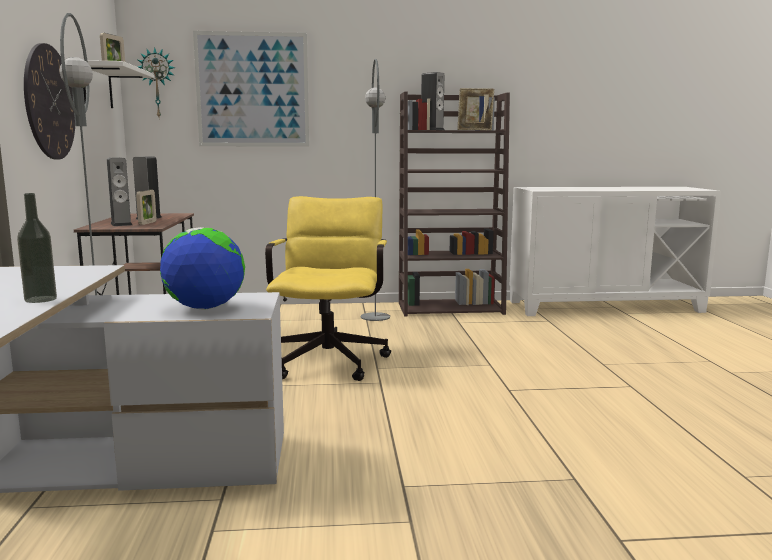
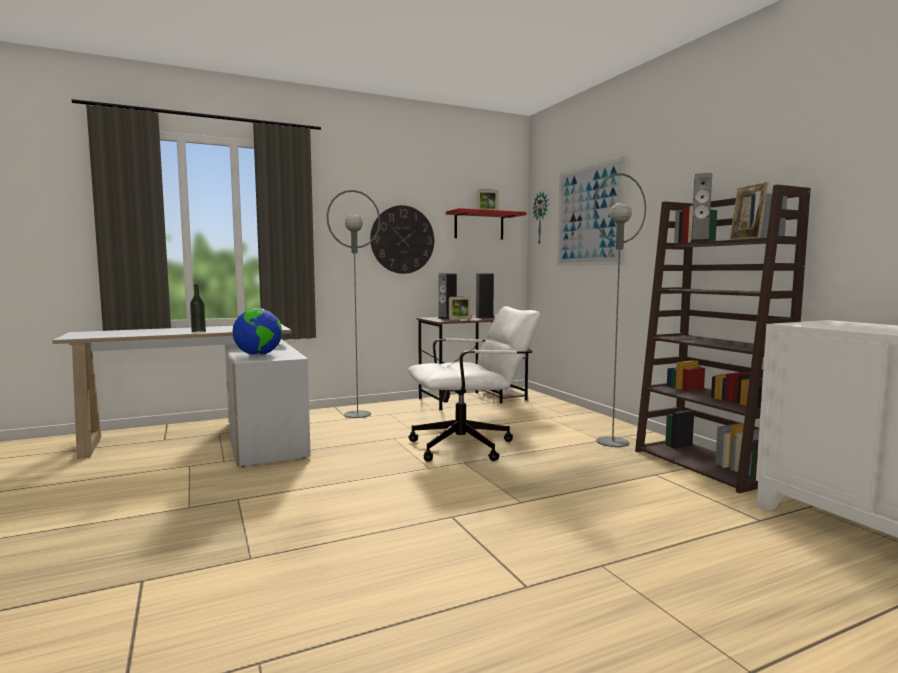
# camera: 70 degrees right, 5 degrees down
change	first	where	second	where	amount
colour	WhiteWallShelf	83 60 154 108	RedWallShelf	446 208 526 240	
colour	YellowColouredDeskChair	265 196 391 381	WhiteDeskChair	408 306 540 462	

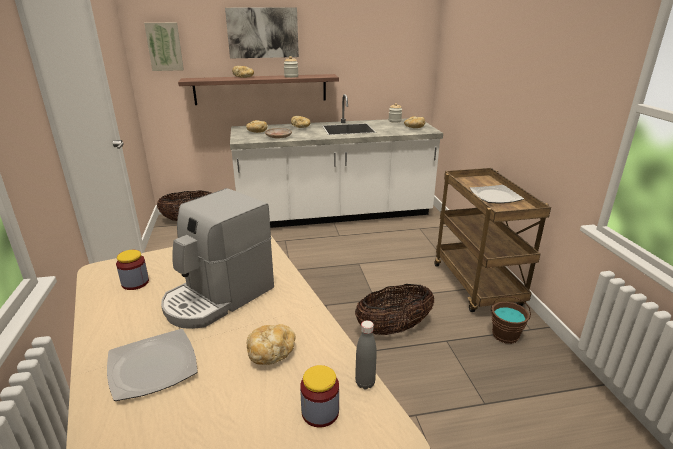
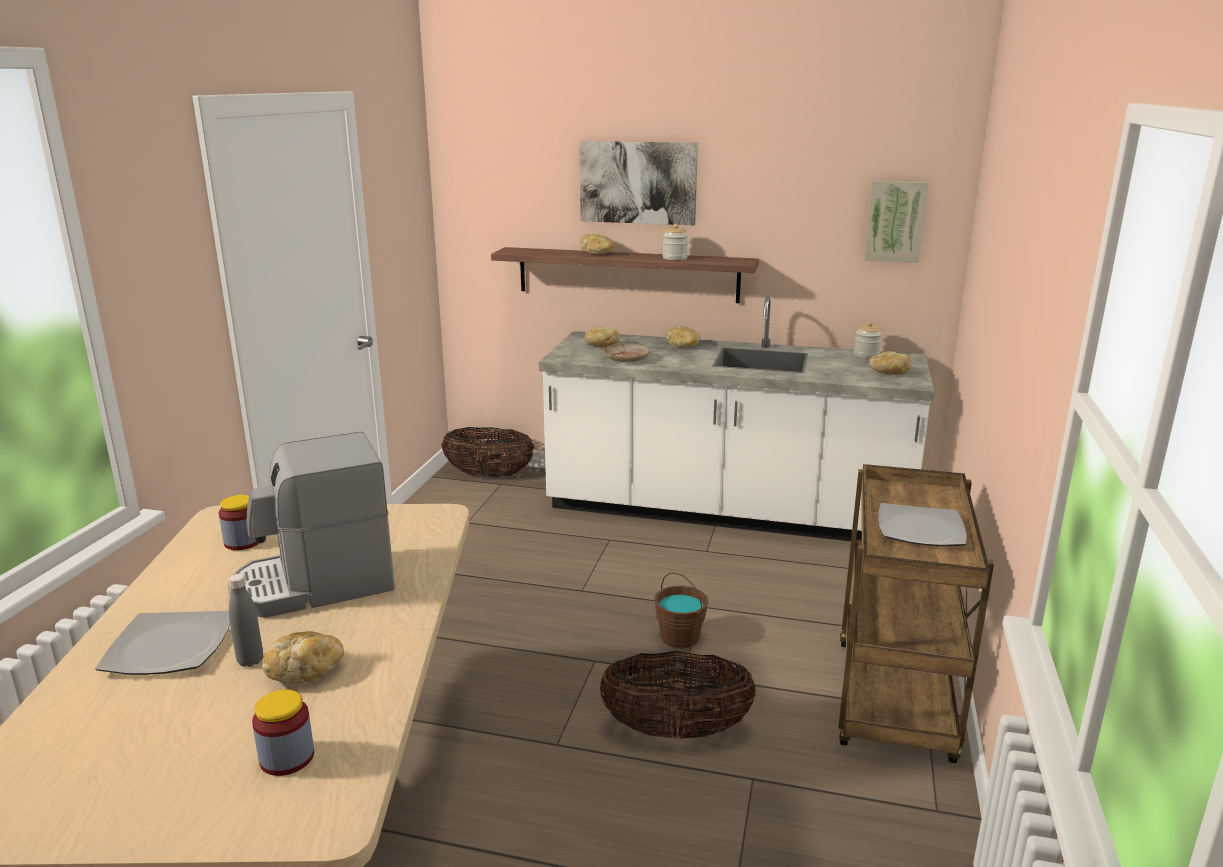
# camera: 25 degrees right, 5 degrees down
change	first	where	second	where	amount
relocated	WallArt	144 23 184 71		865 181 928 263	
relocated	GreyishDrinkBottle	355 320 377 389		228 574 263 667	
relocated	BrownBucket	491 296 531 344		654 573 708 649	

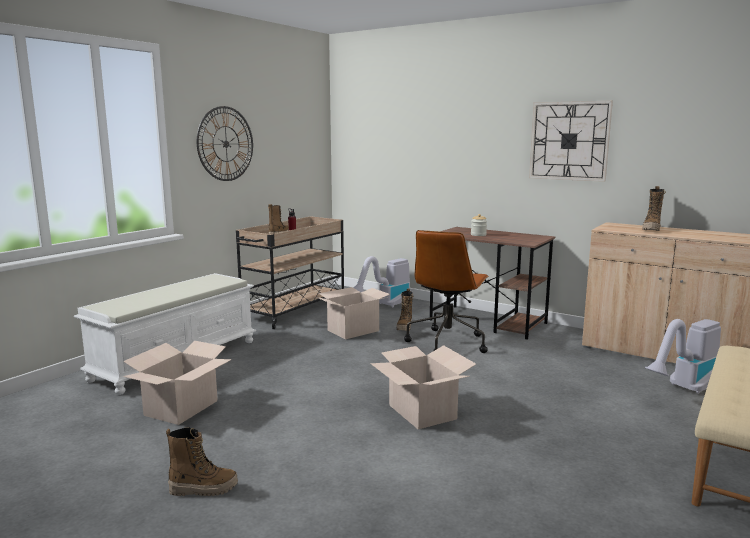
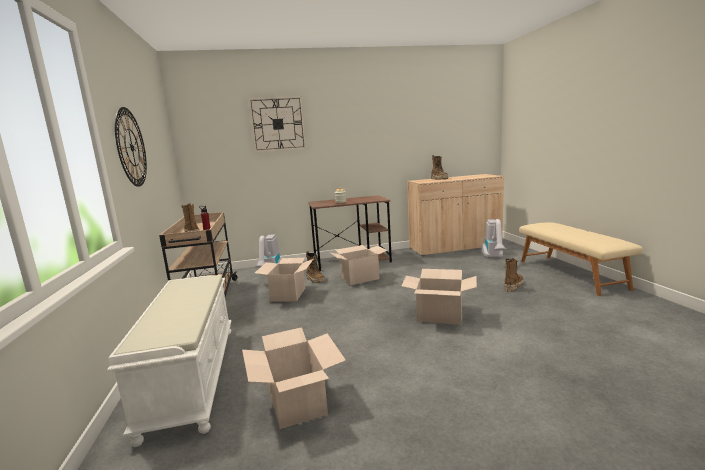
# camera: 45 degrees left, 0 degrees up
change	first	where	second	where	amount
relocated	TallBoot	166 427 238 496		504 258 523 292	
exchanged	BrownDeskChair	404 230 489 353	CardboardBox	329 245 388 285	
relocated	WallClock	529 101 613 182		248 96 306 152	

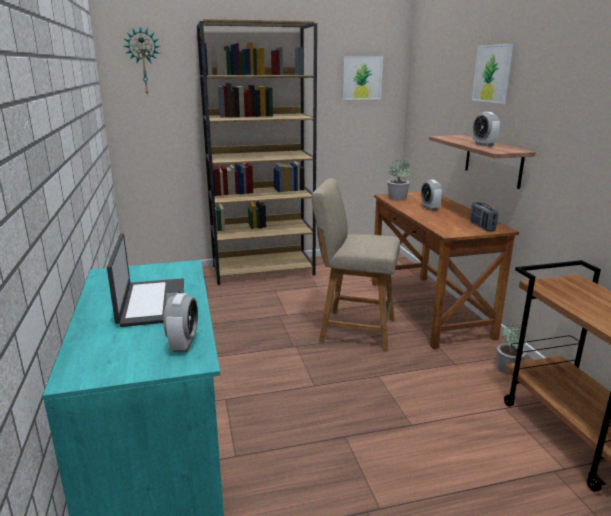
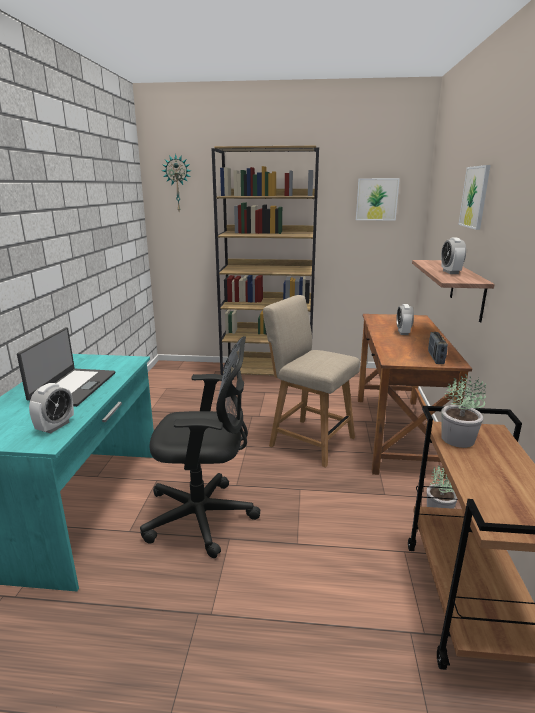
# camera: 20 degrees right, 0 degrees up
change	first	where	second	where	amount
relocated	PlantInAPot	388 159 410 200		441 374 486 448	
appeared			BlackishDeskChair	140 336 260 558	

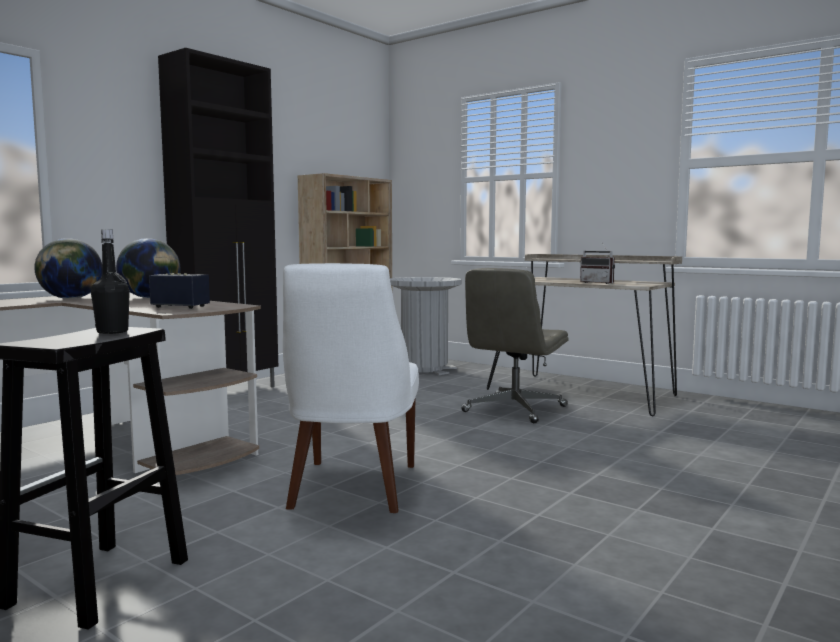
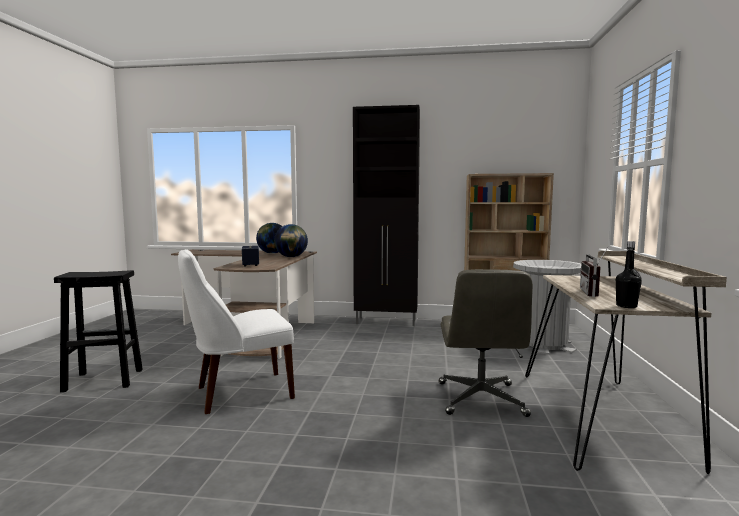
# camera: 60 degrees right, 0 degrees up
change	first	where	second	where	amount
relocated	BlackishDrinkBottle	91 229 130 334		616 241 642 308	
spun	GreyishDeskChair	461 268 569 423		439 269 533 417	90 degrees counterclockwise

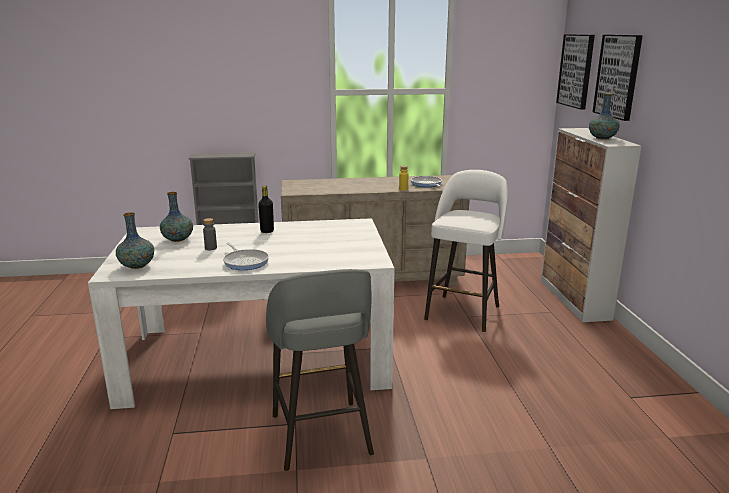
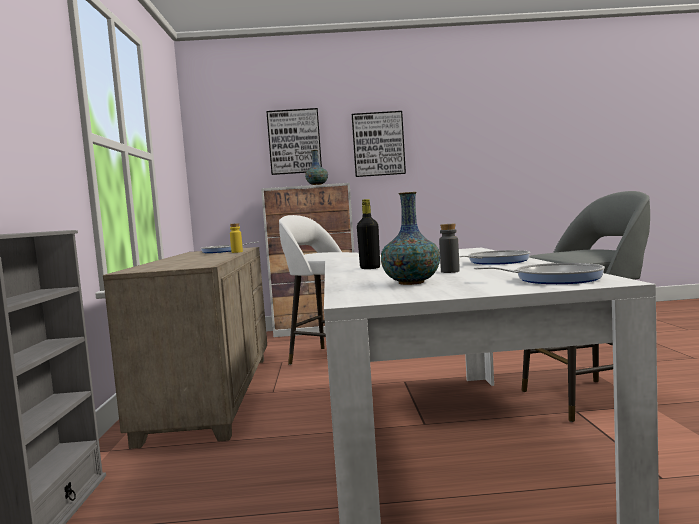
# camera: 85 degrees left, 15 degrees down
change	first	where	second	where	amount
exchanged	Vase	116 212 154 269	Skillet	474 263 605 284	
relocated	WallArt	556 34 595 109		352 111 406 177	

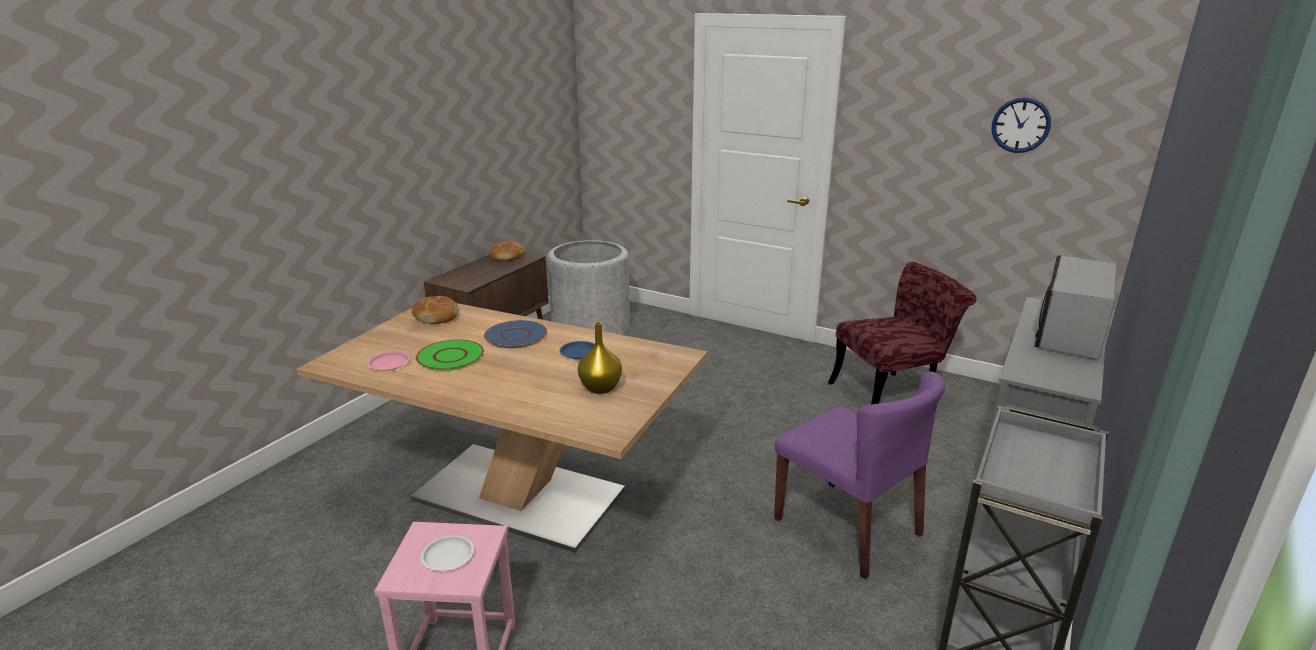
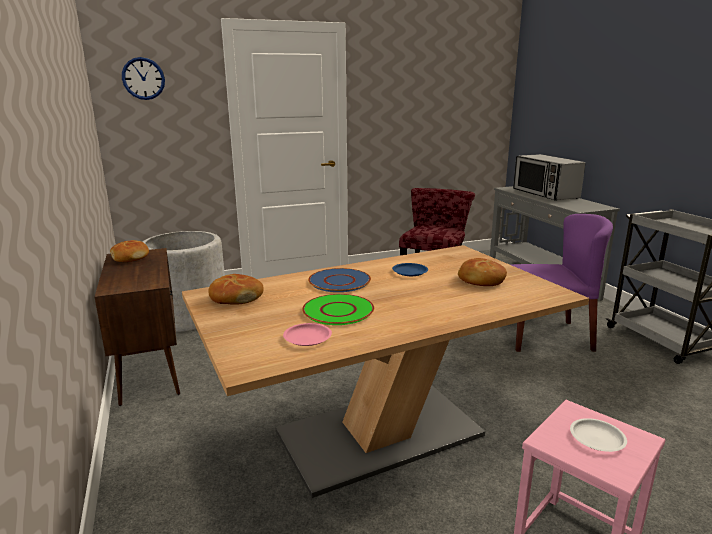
# camera: 50 degrees left, 5 degrees down
change	first	where	second	where	amount
exchanged	YellowColouredVase	578 322 622 394	Bread	458 258 507 286	
relocated	WallClock	992 97 1051 153		122 57 165 100	

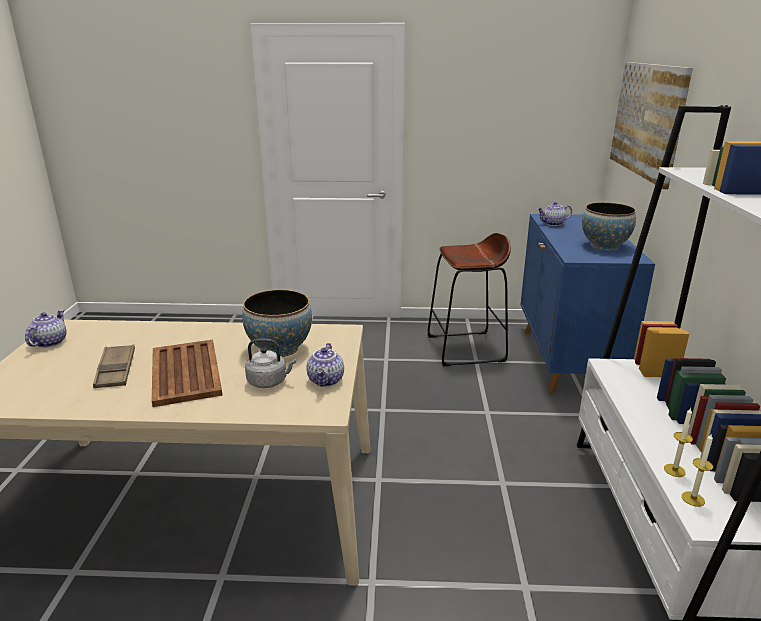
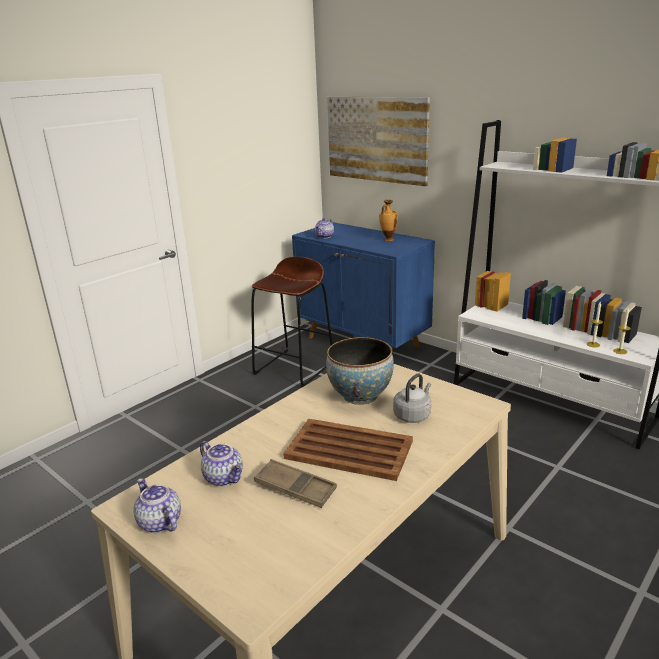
# camera: 50 degrees left, 0 degrees up
change	first	where	second	where	amount
relocated	Teapot	307 343 344 387		200 441 243 487	
exchanged	Bowl	582 202 636 250	Vase	379 200 398 241	

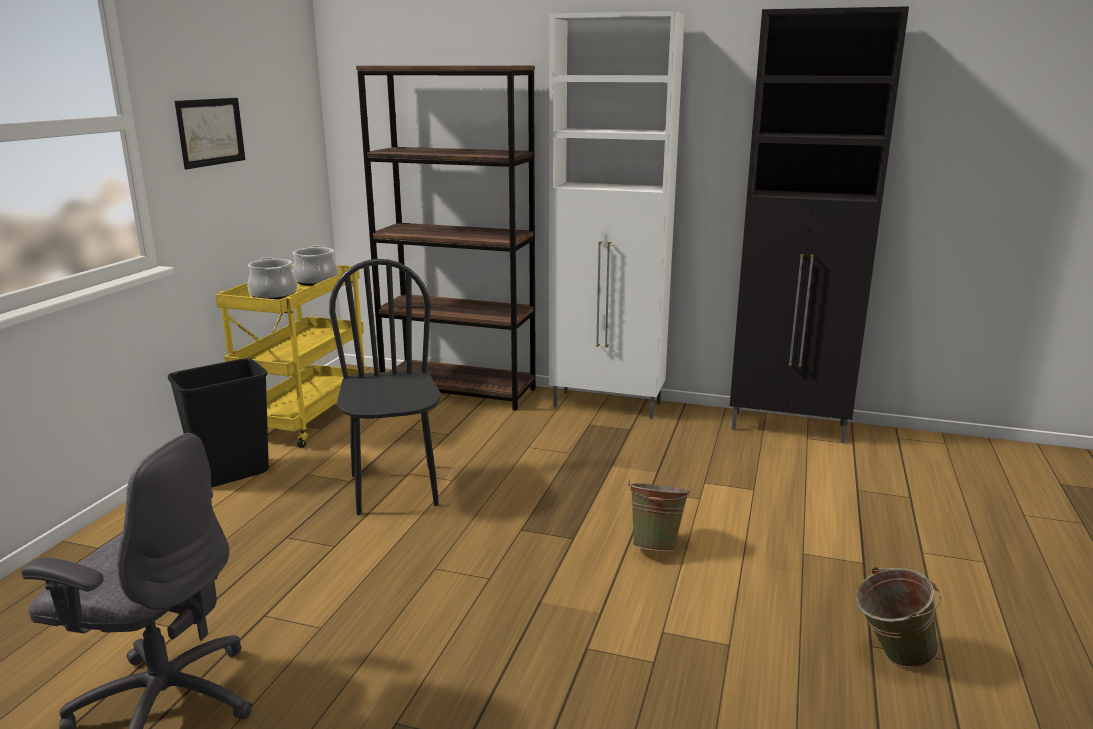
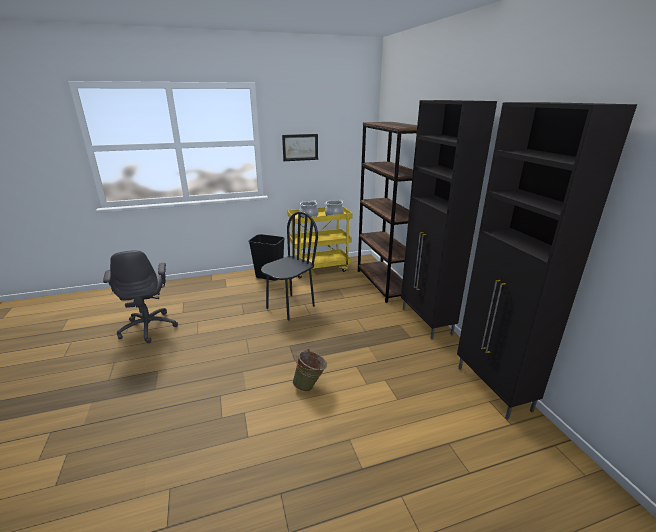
# camera: 55 degrees right, 5 degrees up
change	first	where	second	where	amount
colour	WhiteCabinet	549 11 685 419	BlackishCabinet	401 100 497 340	
missing	GreenColouredBucket	855 567 941 668			

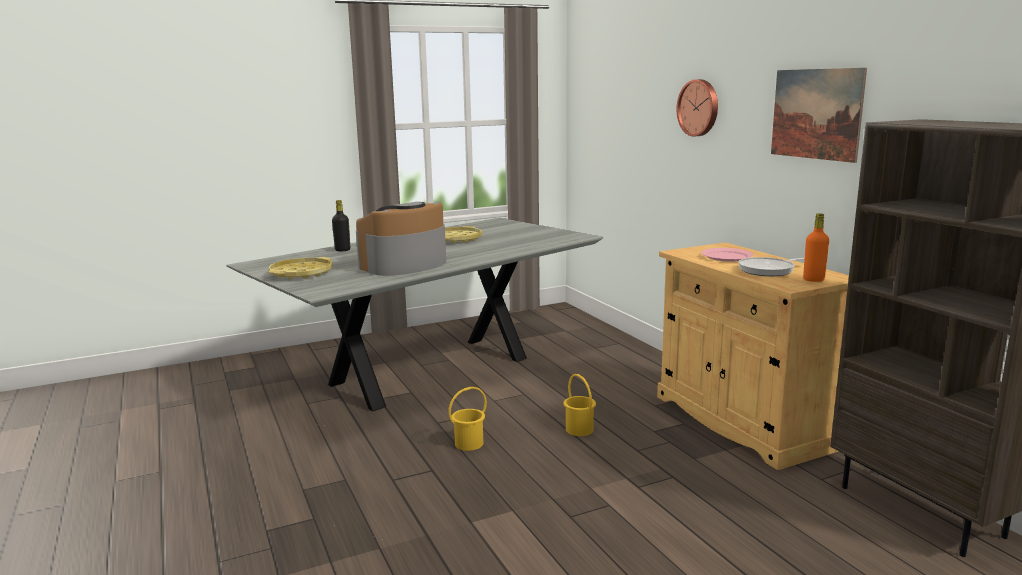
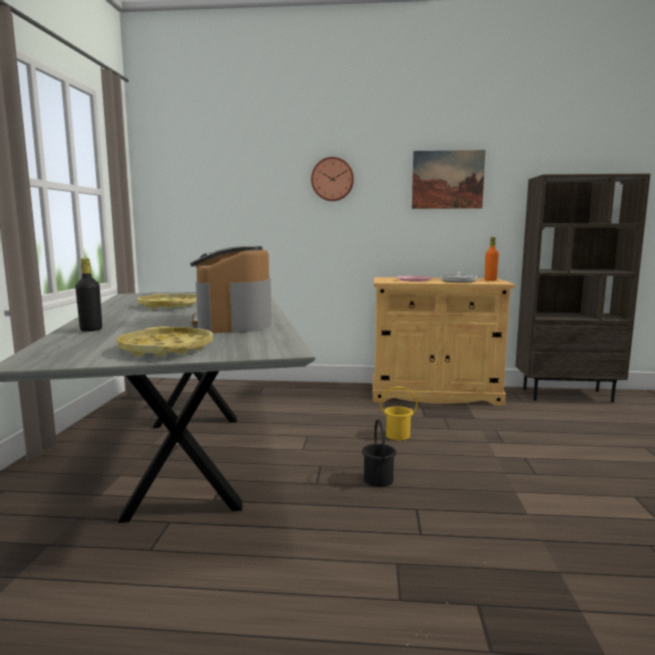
# camera: 60 degrees left, 5 degrees down
change	first	where	second	where	amount
colour	YellowColouredBucket	448 387 487 451	BlackishBucket	362 419 397 487	

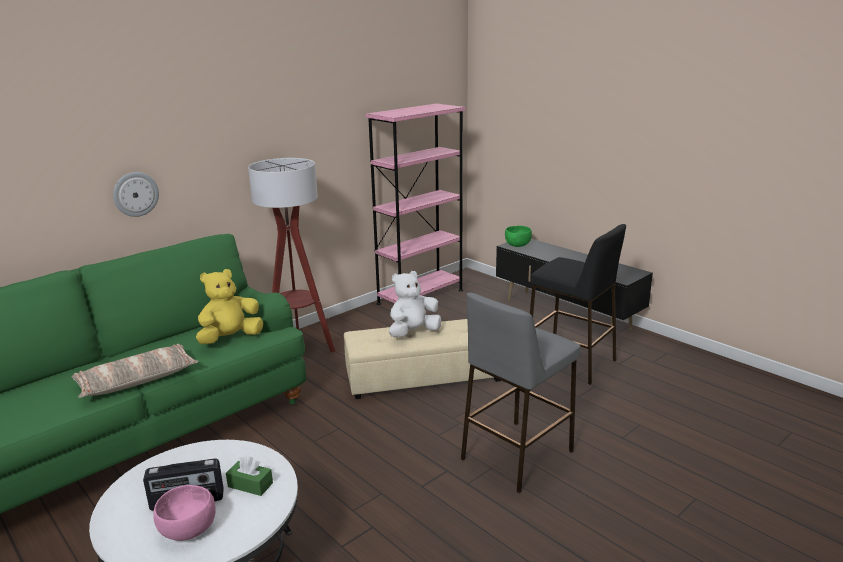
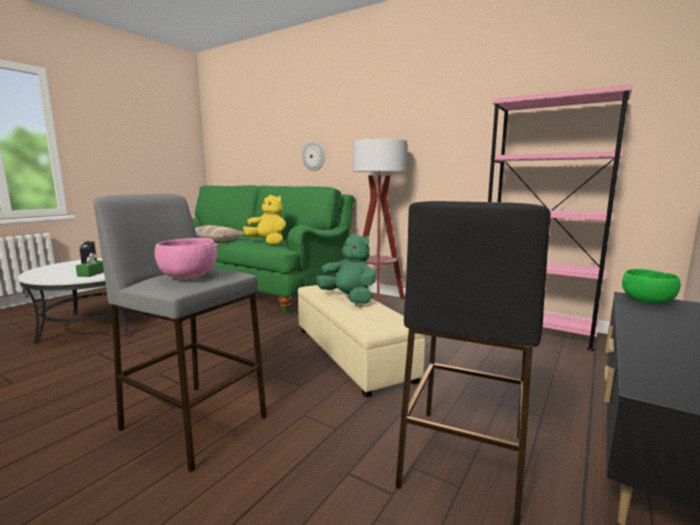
# camera: 75 degrees right, 10 degrees down
change	first	where	second	where	amount
relocated	PinkColouredBowl	153 485 216 541		155 238 218 279	
colour	WhiteSoftToy	389 271 441 338	GreenColouredSoftToy	316 232 377 304	

